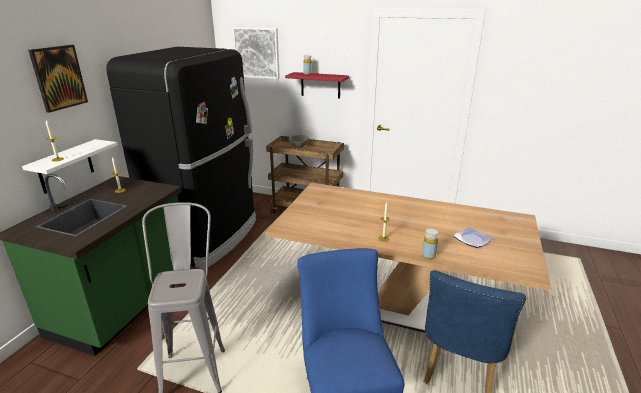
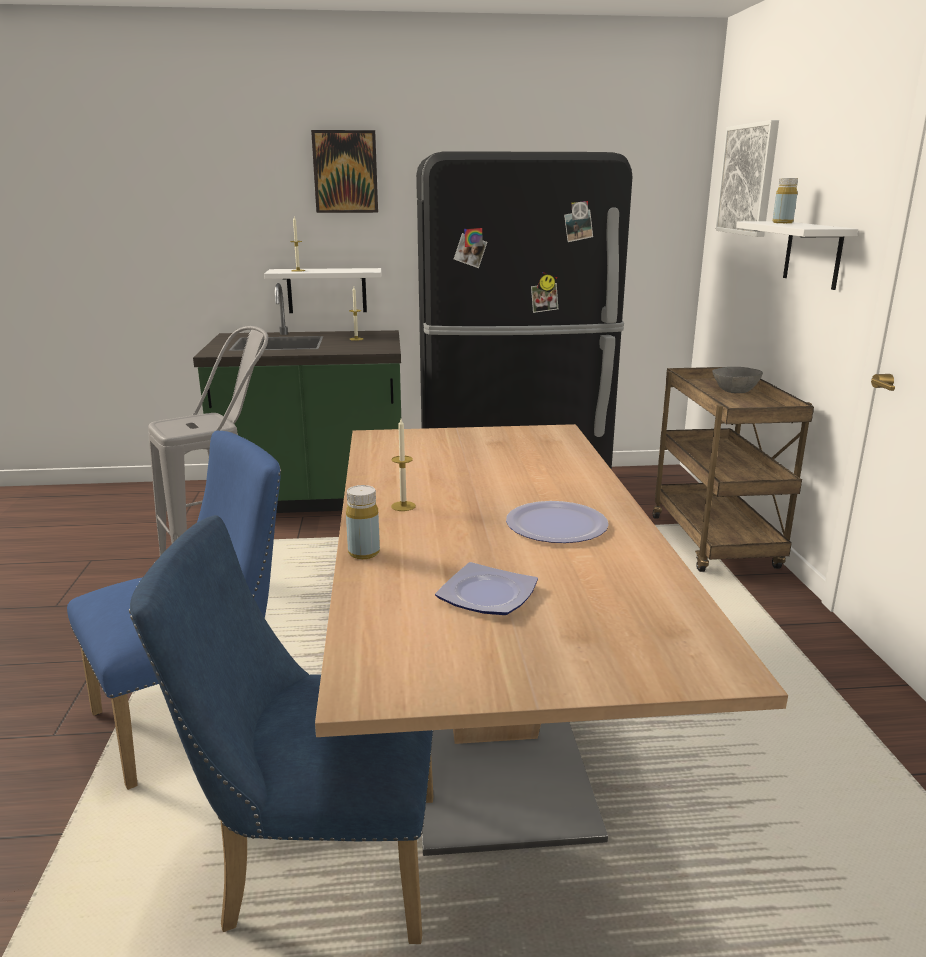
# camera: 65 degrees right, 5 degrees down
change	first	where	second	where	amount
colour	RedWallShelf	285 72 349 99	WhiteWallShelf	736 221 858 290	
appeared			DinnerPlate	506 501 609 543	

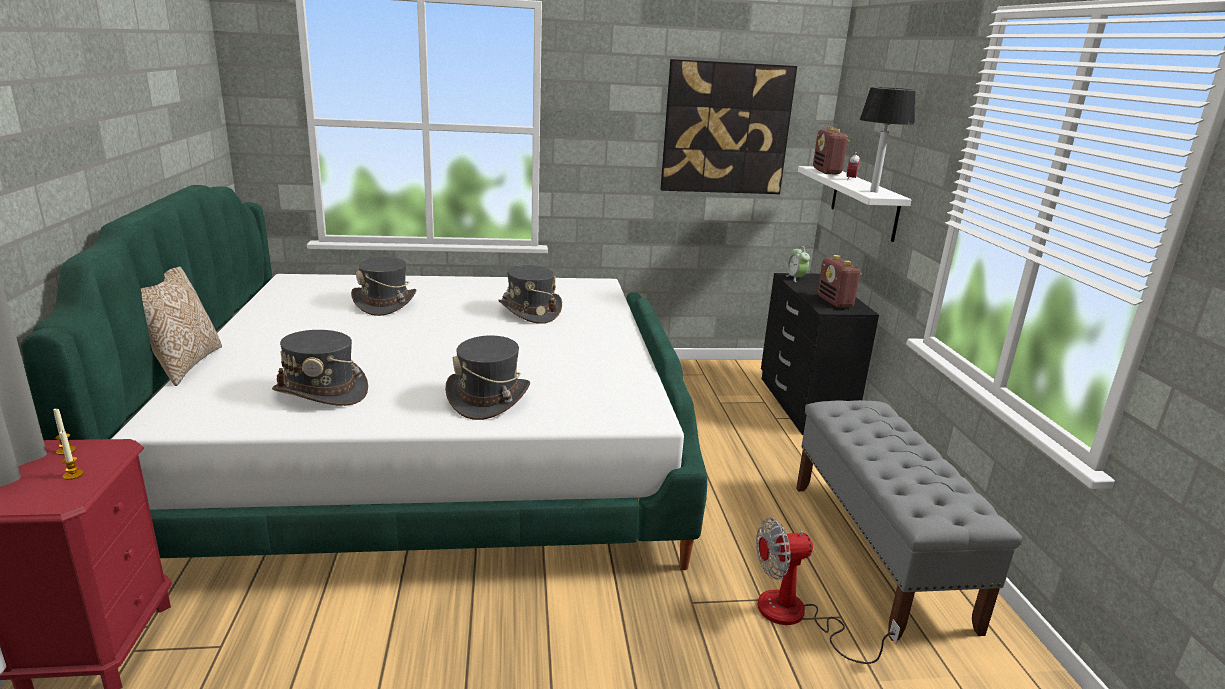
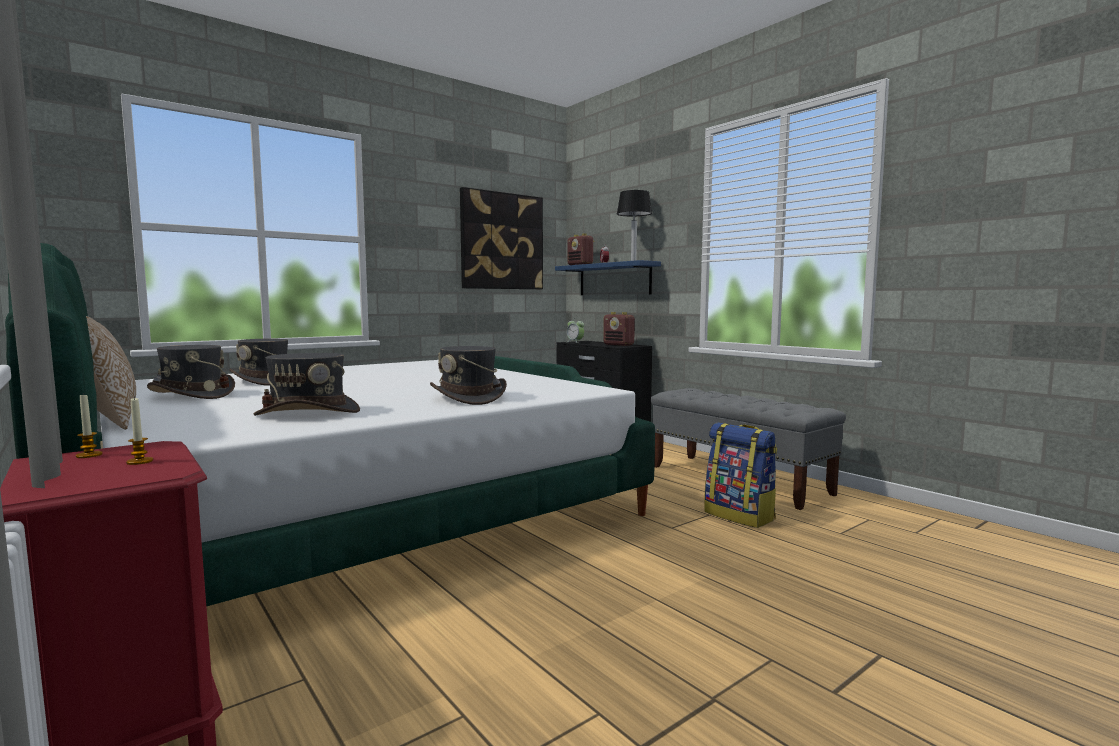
# camera: 30 degrees left, 15 degrees down
change	first	where	second	where	amount
relocated	GreyishHat	498 265 562 324		147 345 235 399	
exchanged	ElectricFan	756 518 900 664	Knapsack	704 422 777 528	
colour	WhiteWallShelf	798 166 911 242	BlueColouredWallShelf	555 260 661 295	

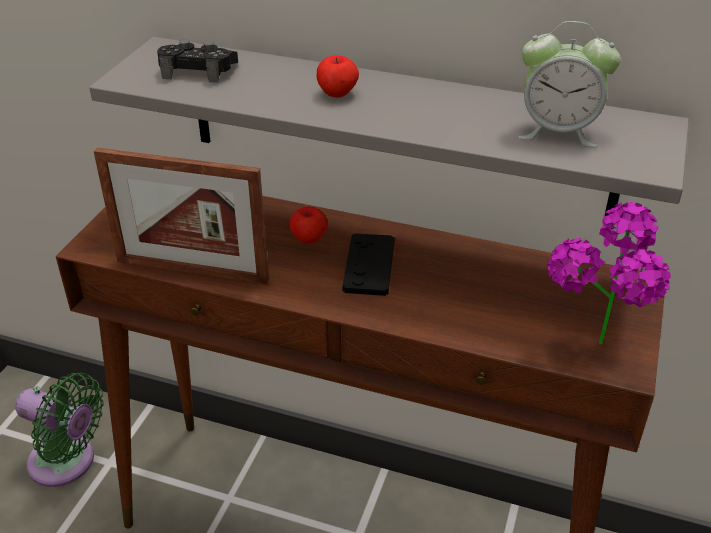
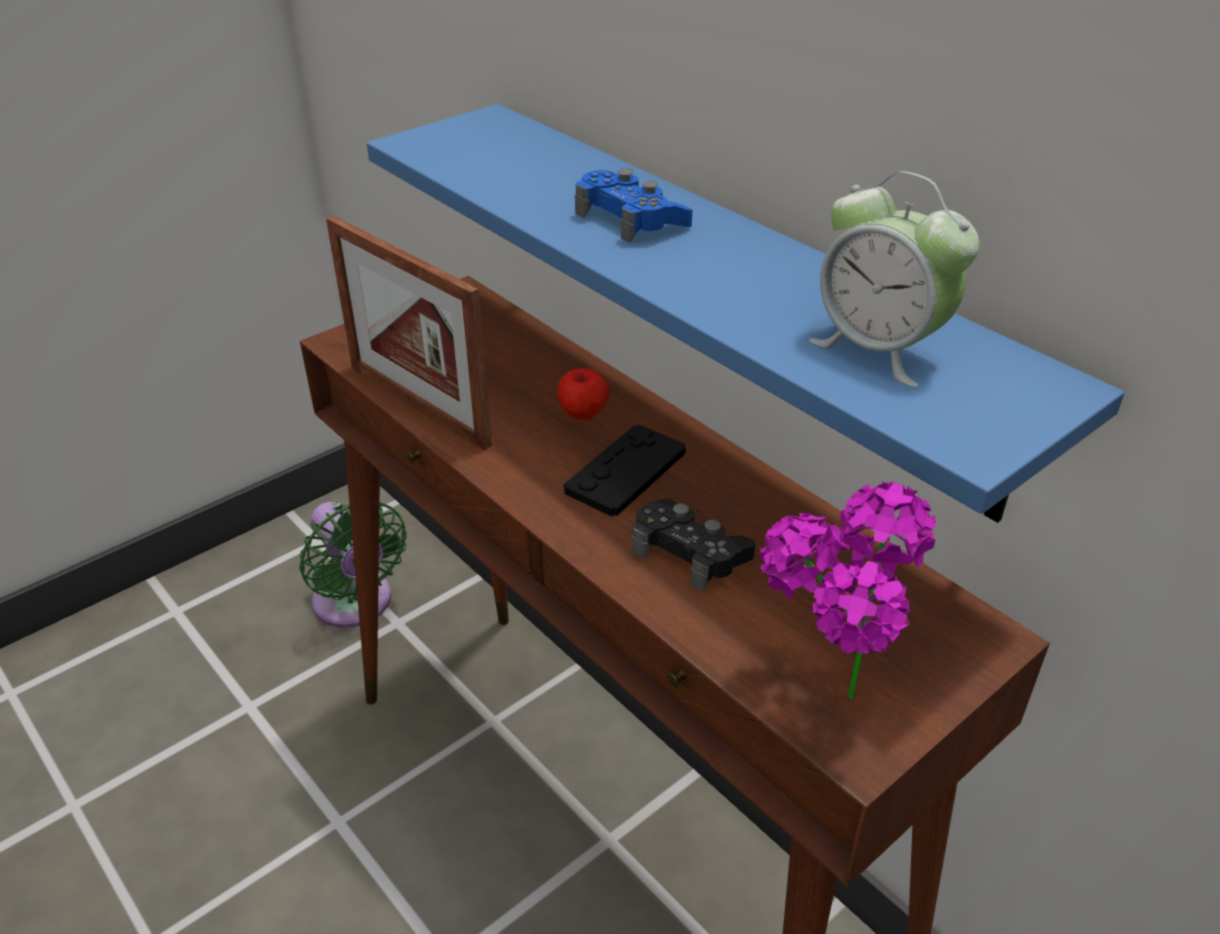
# camera: 30 degrees right, 0 degrees up
change	first	where	second	where	amount
colour	GreyishWallShelf	89 37 689 216	BlueColouredWallShelf	367 104 1125 523	
relocated	BlackishGamepad	157 39 238 83		632 499 756 591	
exchanged	AppleFruit	316 55 359 97	BlueColouredGamepad	575 169 692 243	

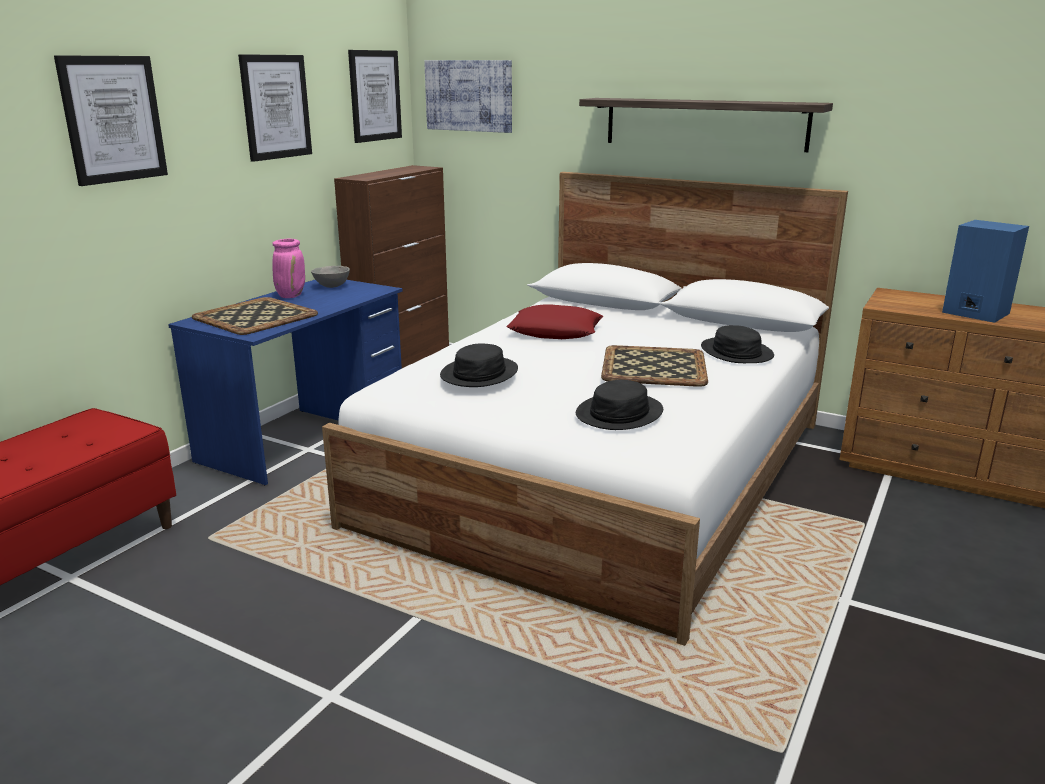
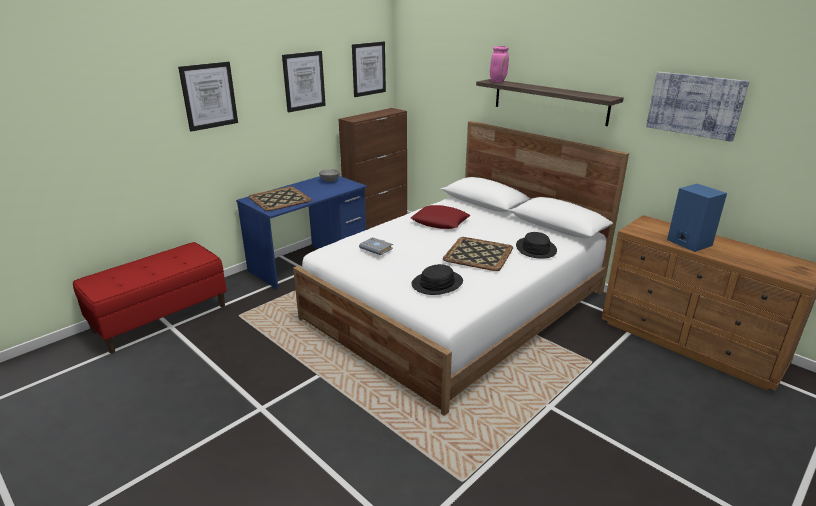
# camera: 15 degrees right, 5 degrees up
change	first	where	second	where	amount
relocated	PinkColouredVase	272 239 305 298		490 46 509 83	
relocated	WallArt	424 60 512 133		646 72 749 142	
exchanged	BlackishHat	440 344 518 387	GreyishBook	359 237 393 255	

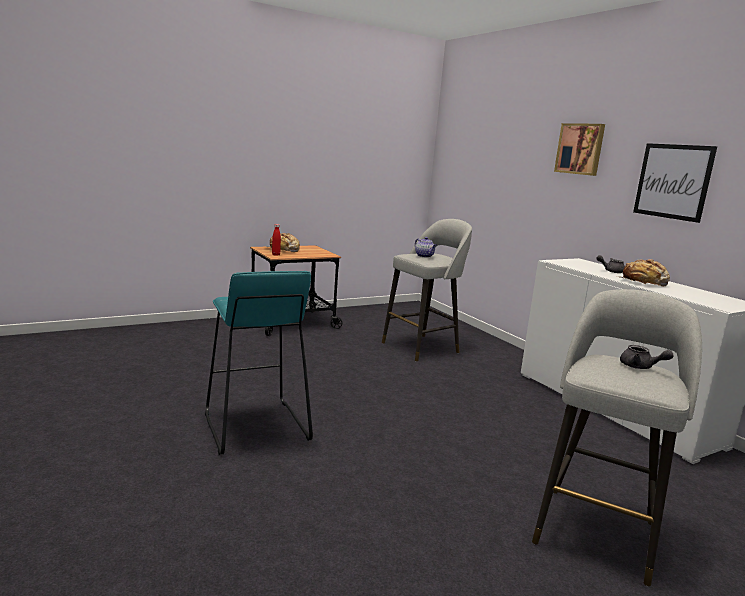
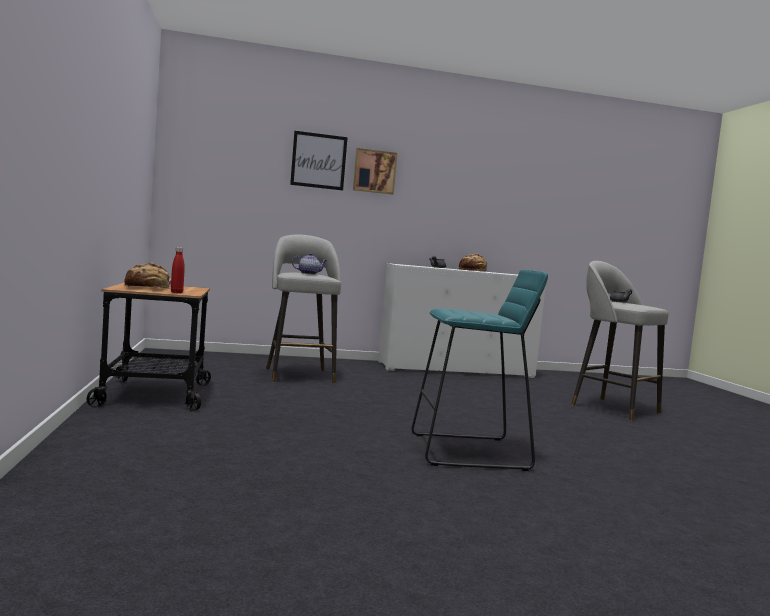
# camera: 70 degrees left, 10 degrees down
change	first	where	second	where	amount
relocated	WallArt	633 143 717 223		290 131 348 191	

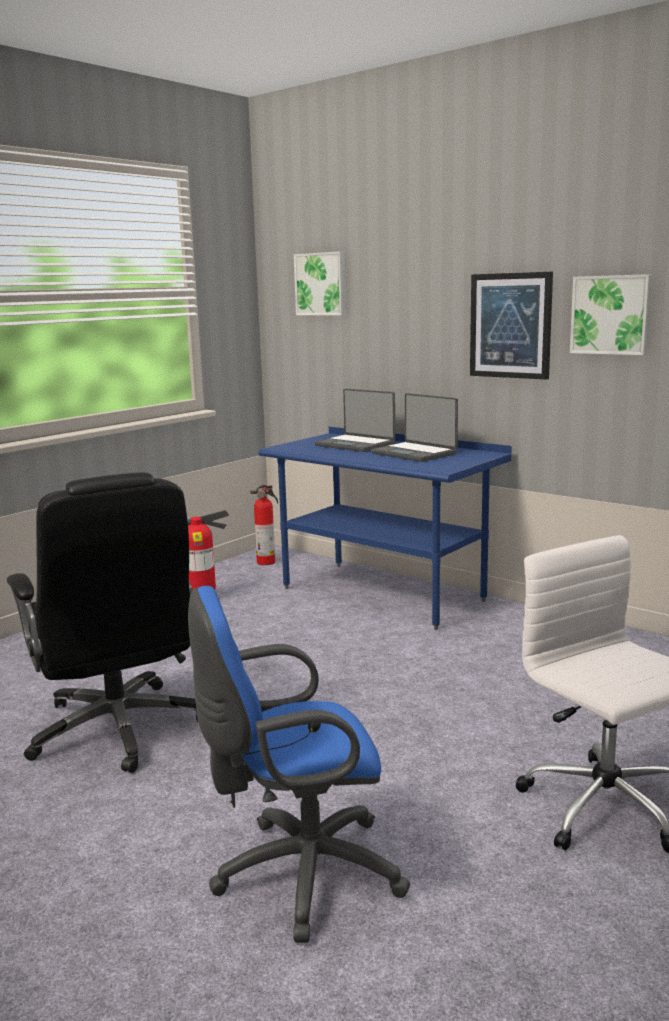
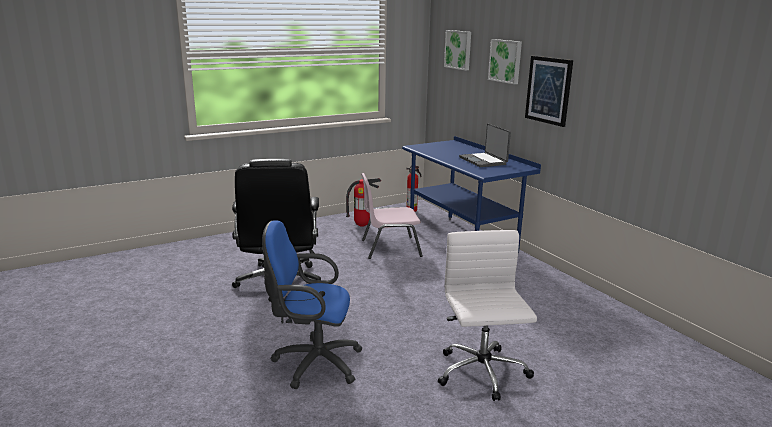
# camera: 20 degrees right, 5 degrees up
change	first	where	second	where	amount
missing	Laptop	314 388 395 452			
relocated	WallArt	570 274 652 355		488 39 522 84	
appeared			PinkColouredPlainChair	361 173 423 259	

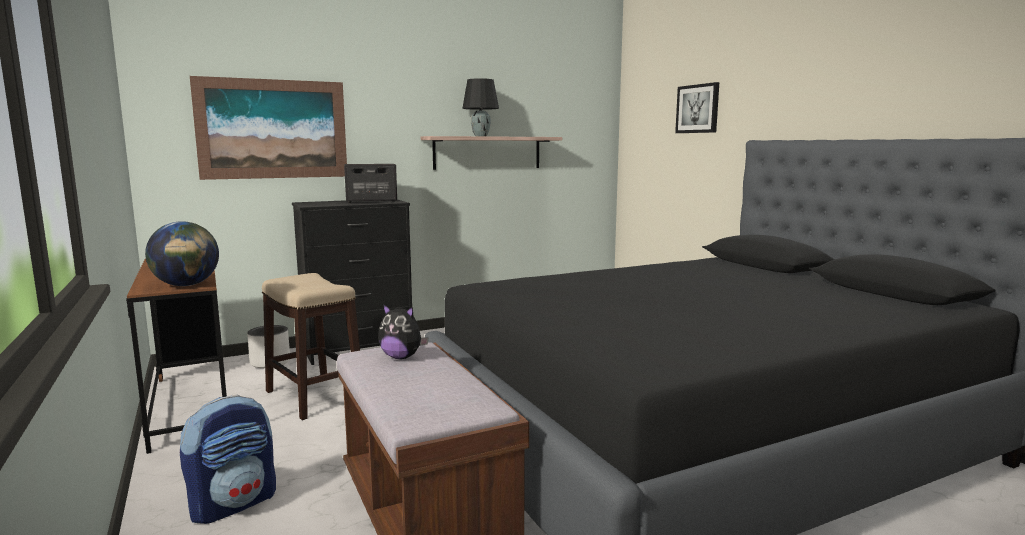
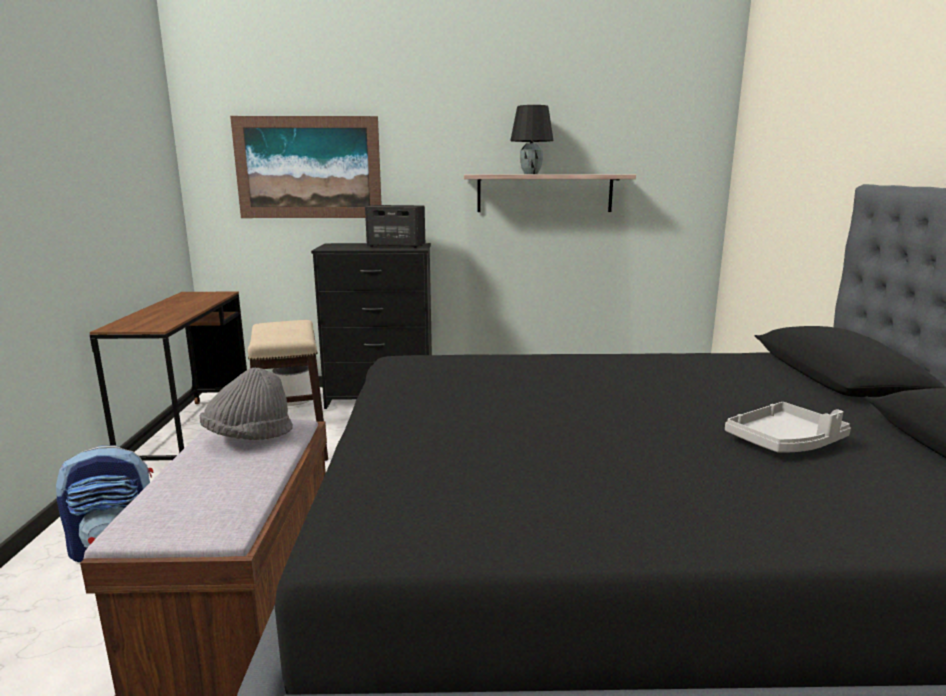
# camera: 25 degrees right, 5 degrees up
change	first	where	second	where	amount
missing	WorldGlobe	145 221 219 286			
exchanged	SoftToy	378 304 428 359	GreyishHat	200 368 293 440	
missing	WallArt	675 82 719 133			
appeared			GreyishServingTray	725 402 851 453	

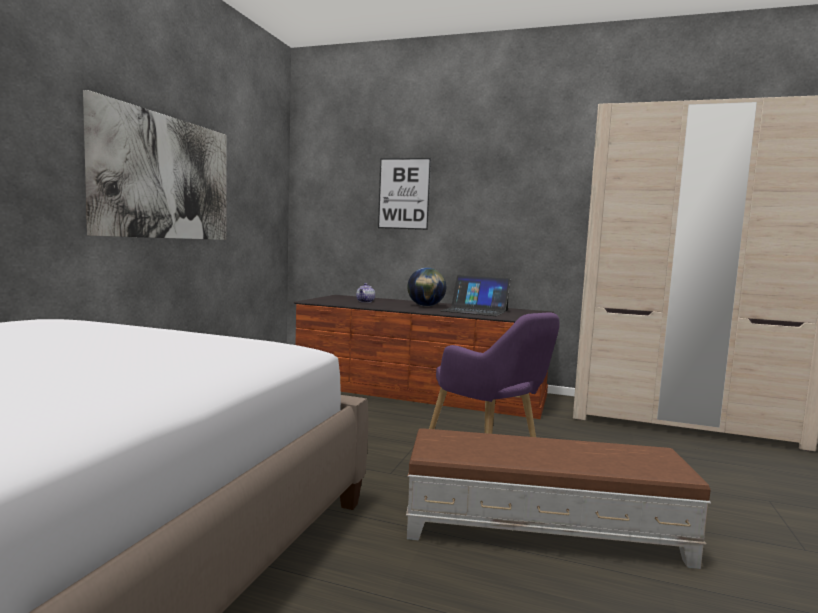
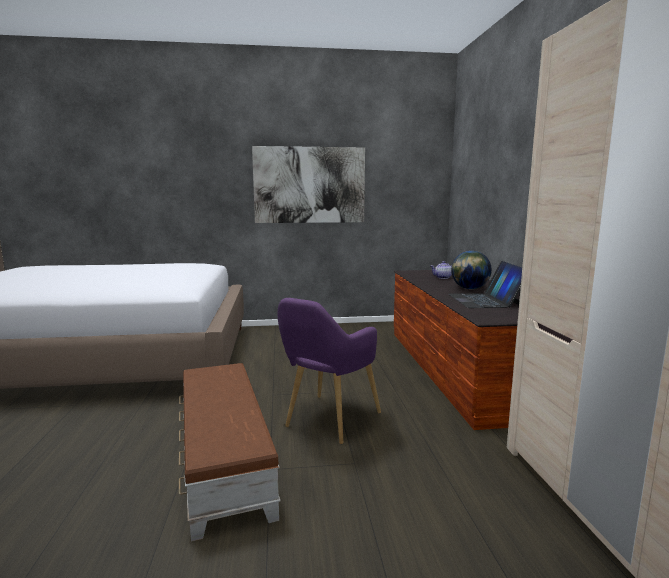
# camera: 65 degrees right, 5 degrees up
change	first	where	second	where	amount
missing	WallArt	378 158 431 230			

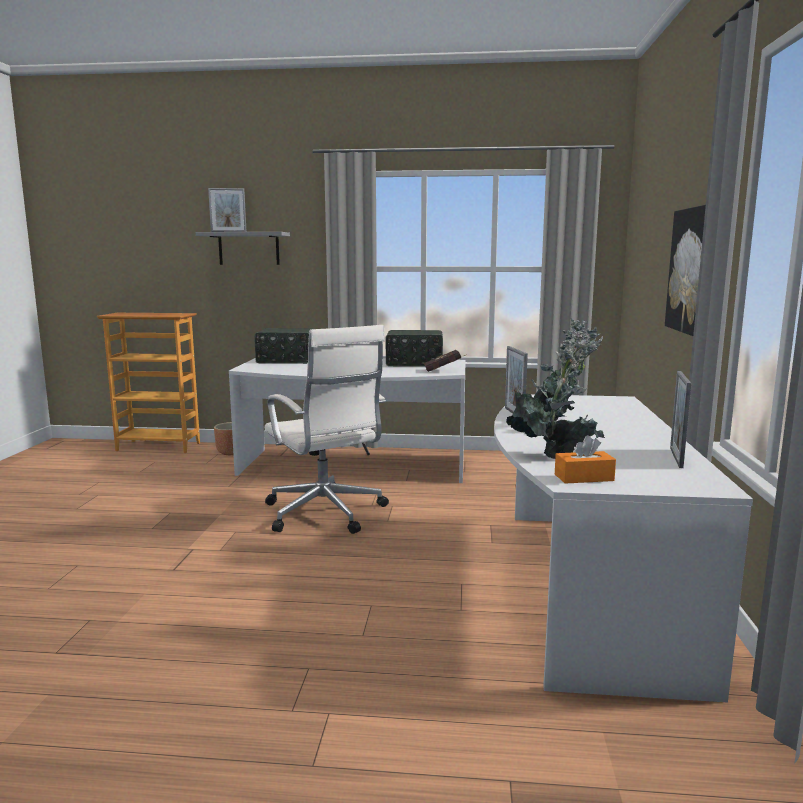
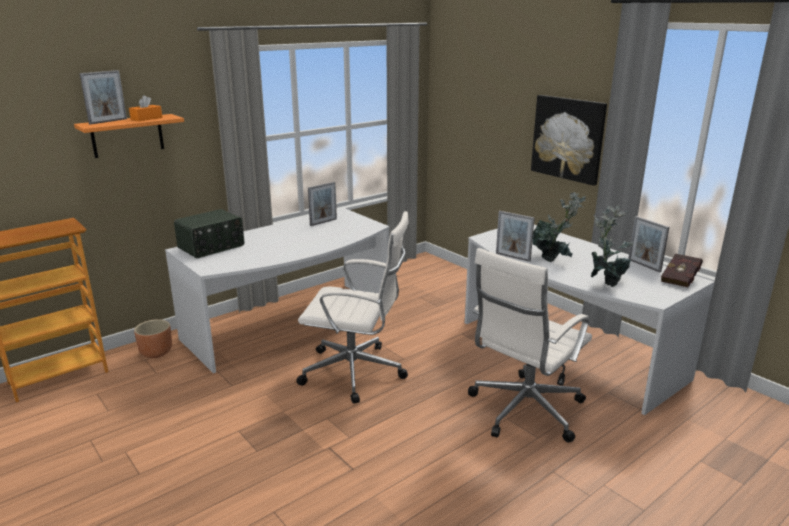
# camera: 45 degrees left, 10 degrees up
change	first	where	second	where	amount
colour	GreyishWallShelf	196 232 290 265	OrangeyWallShelf	74 114 184 158	
exchanged	RadioReceiver	386 330 443 367	PictureFrame	308 182 337 226	
relocated	RedBook	424 350 466 372		661 254 703 287	
relocated	OrangeyBoxOfTissues	555 435 616 484		129 95 162 121	
appeared			WhiteDeskChair	468 248 592 442	

